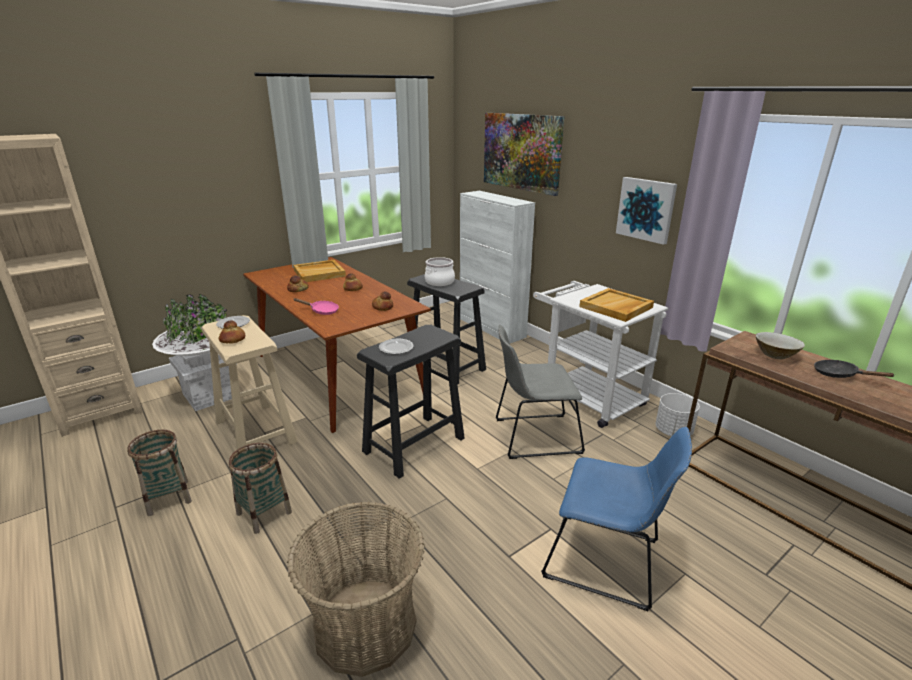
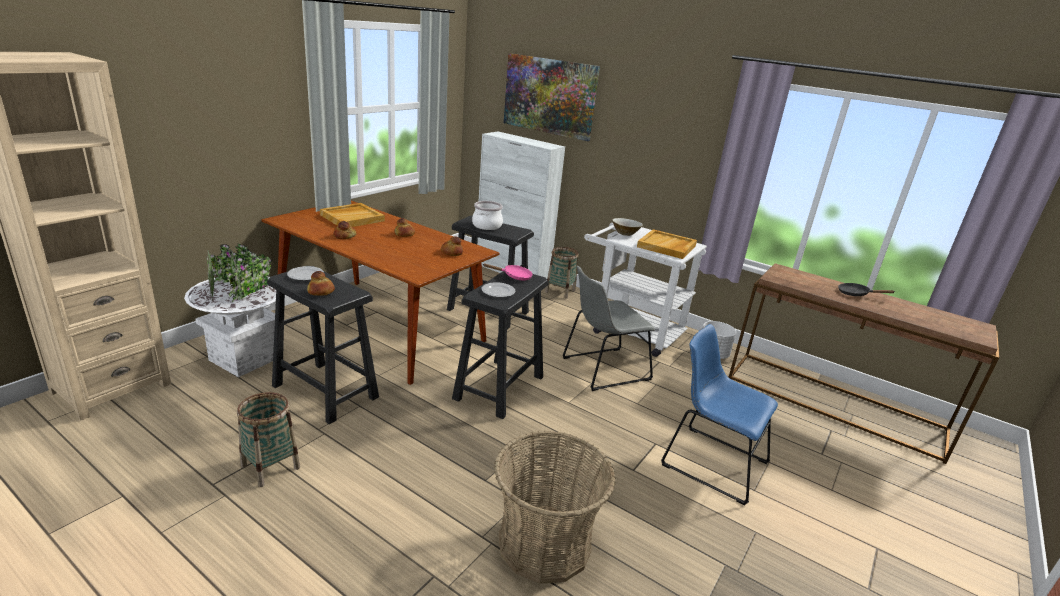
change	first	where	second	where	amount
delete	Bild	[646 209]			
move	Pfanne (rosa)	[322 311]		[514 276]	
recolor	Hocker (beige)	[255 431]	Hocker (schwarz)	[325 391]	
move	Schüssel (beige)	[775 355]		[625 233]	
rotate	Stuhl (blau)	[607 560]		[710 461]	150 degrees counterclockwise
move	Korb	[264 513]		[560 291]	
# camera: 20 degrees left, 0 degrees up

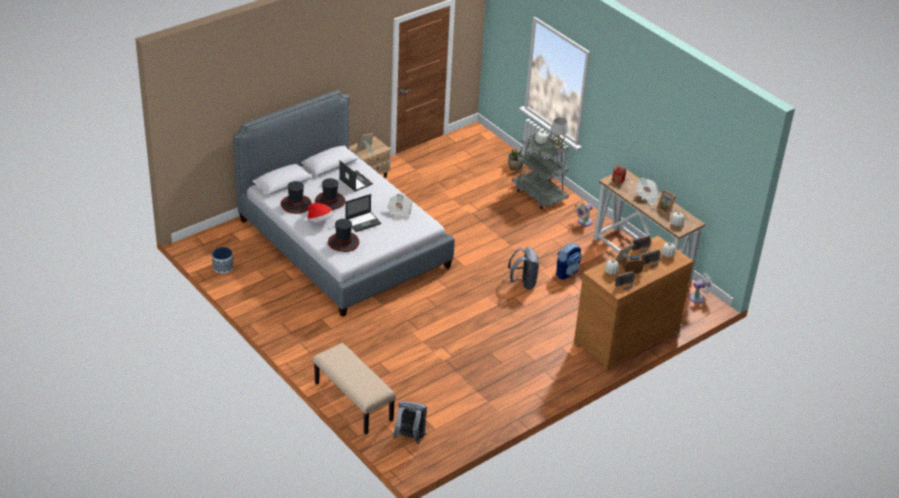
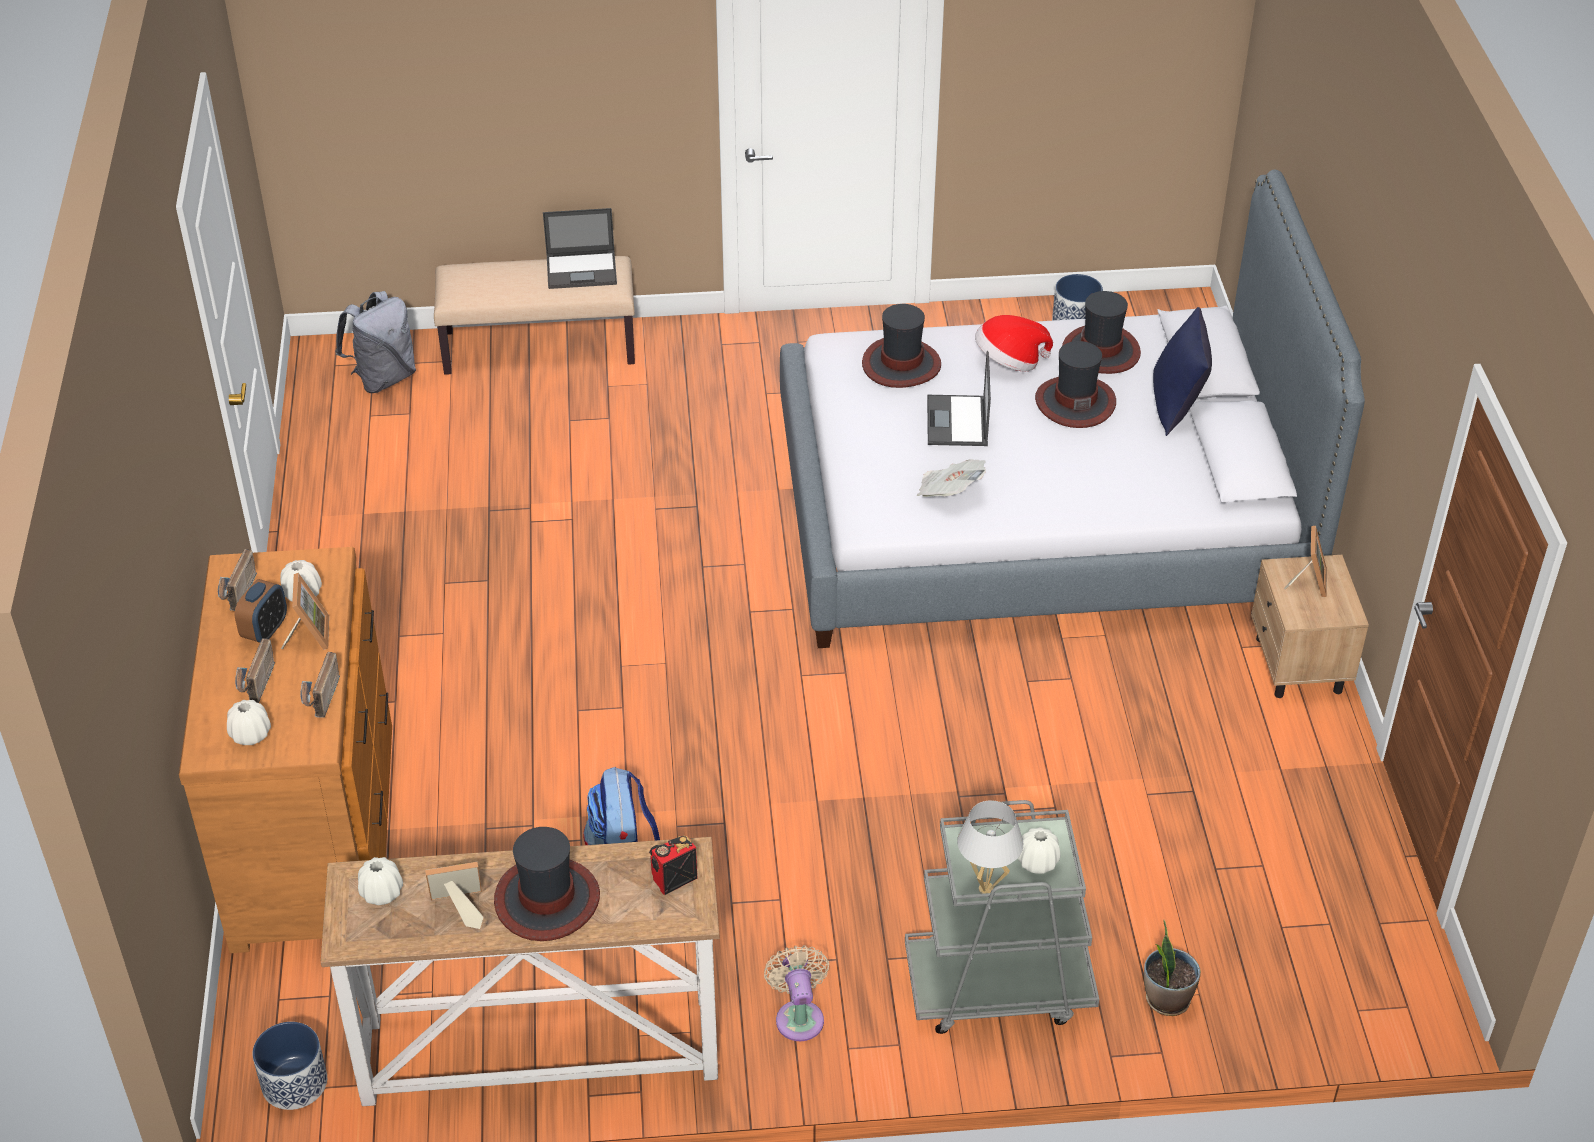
change	first	where	second	where	amount
move	Laptop	[355 181]		[582 270]	
replace	Zeitung	[647 197]	Hut	[547 900]	
delete	Rucksack (grau)	[523 283]			
replace	Ventilator (weiß)	[698 298]	Pflanzkübel	[295 1083]	
insert			Kissen (blau)	[1176 406]	
# camera: 125 degrees right, 5 degrees up

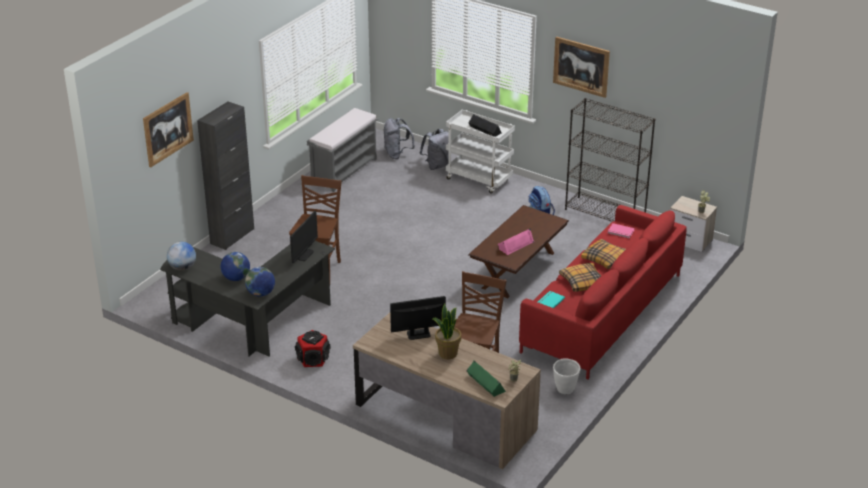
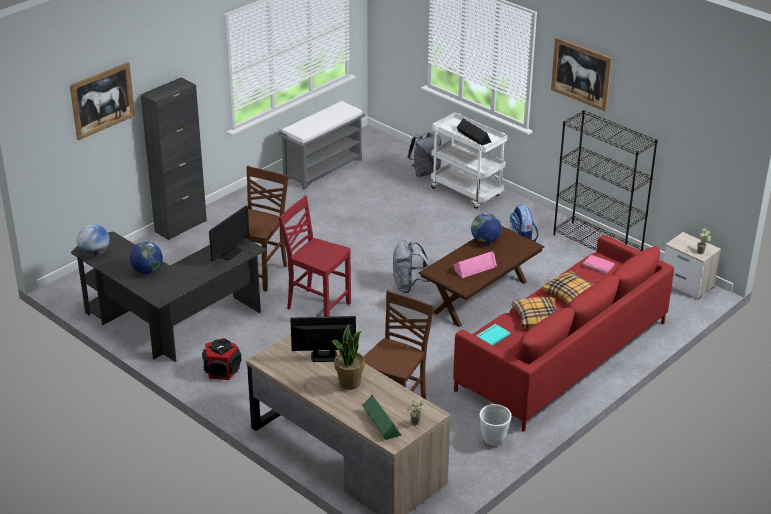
change	first	where	second	where	amount
move	Rucksack (grau)	[397 154]		[409 286]	
move	Globus	[261 293]		[485 241]	
insert			Stuhl (rot)	[317 306]	
# camera: 10 degrees right, 0 degrees up

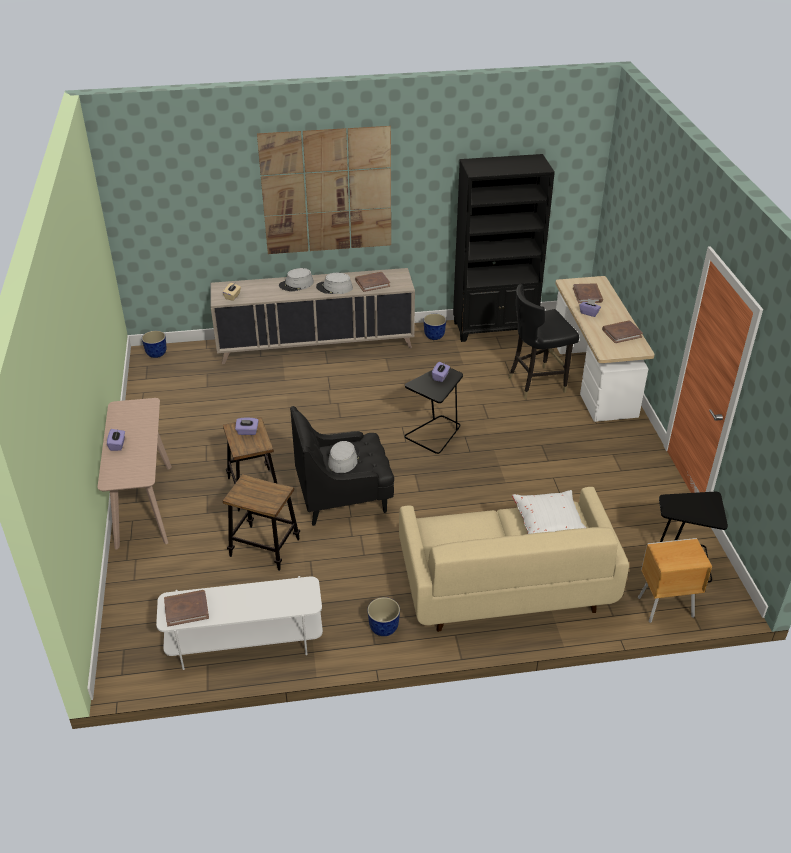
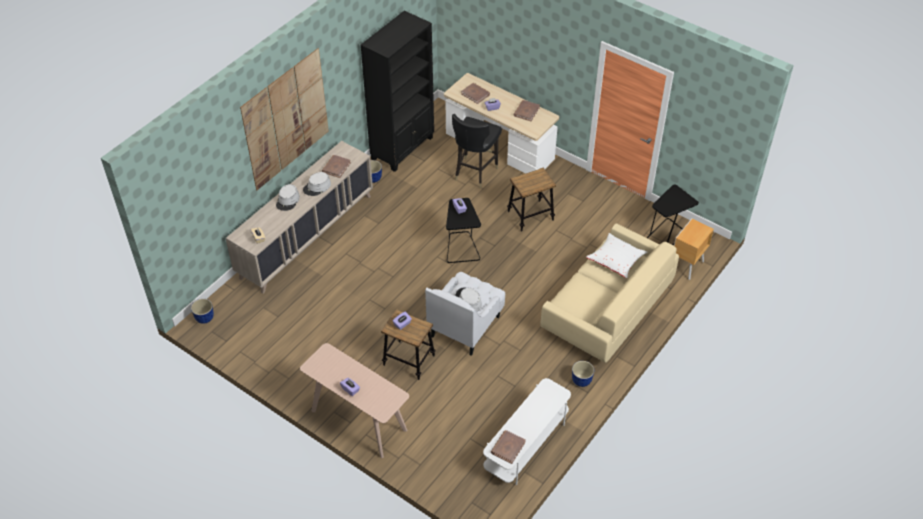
change	first	where	second	where	amount
recolor	Sessel (schwarz)	[344 498]	Sessel (weiß)	[466 326]	
move	Hocker	[264 548]		[530 216]	
# camera: 45 degrees left, 10 degrees up

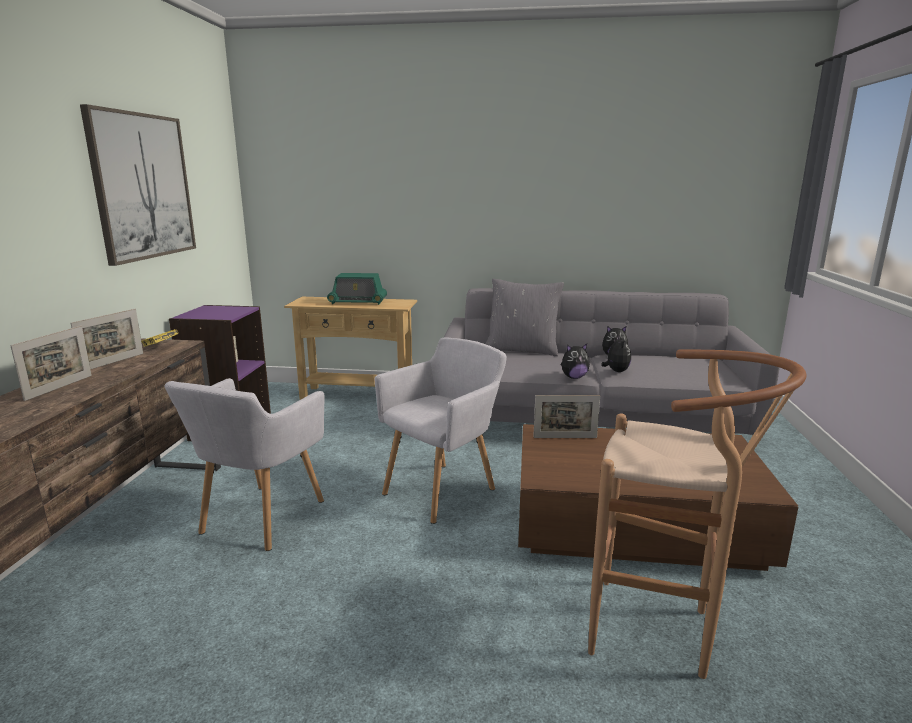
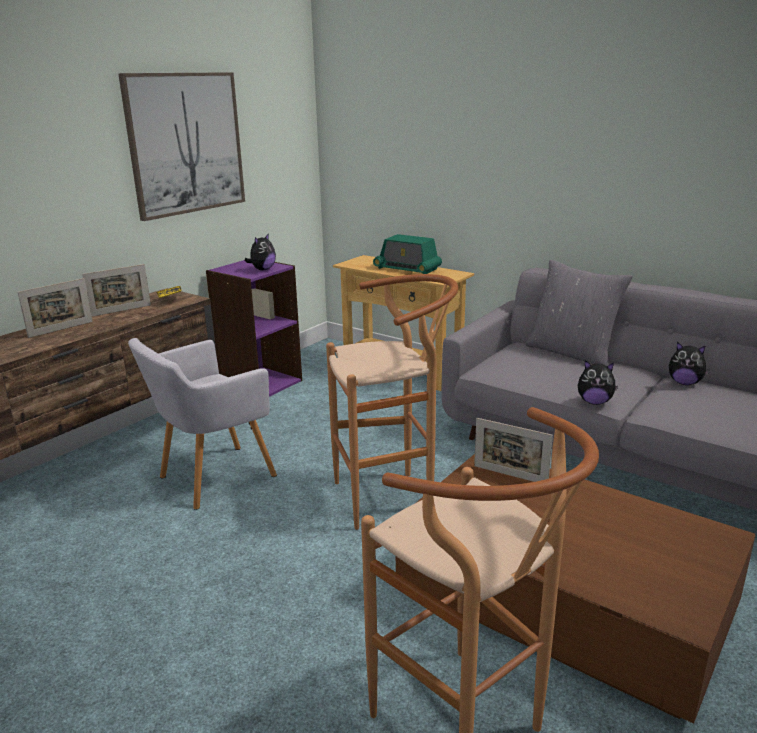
change	first	where	second	where	amount
replace	Sessel (grau)	[443 489]	Hocker (braun)	[393 496]	
move	Plüschtier	[616 371]		[262 269]	
# camera: 30 degrees right, 5 degrees up

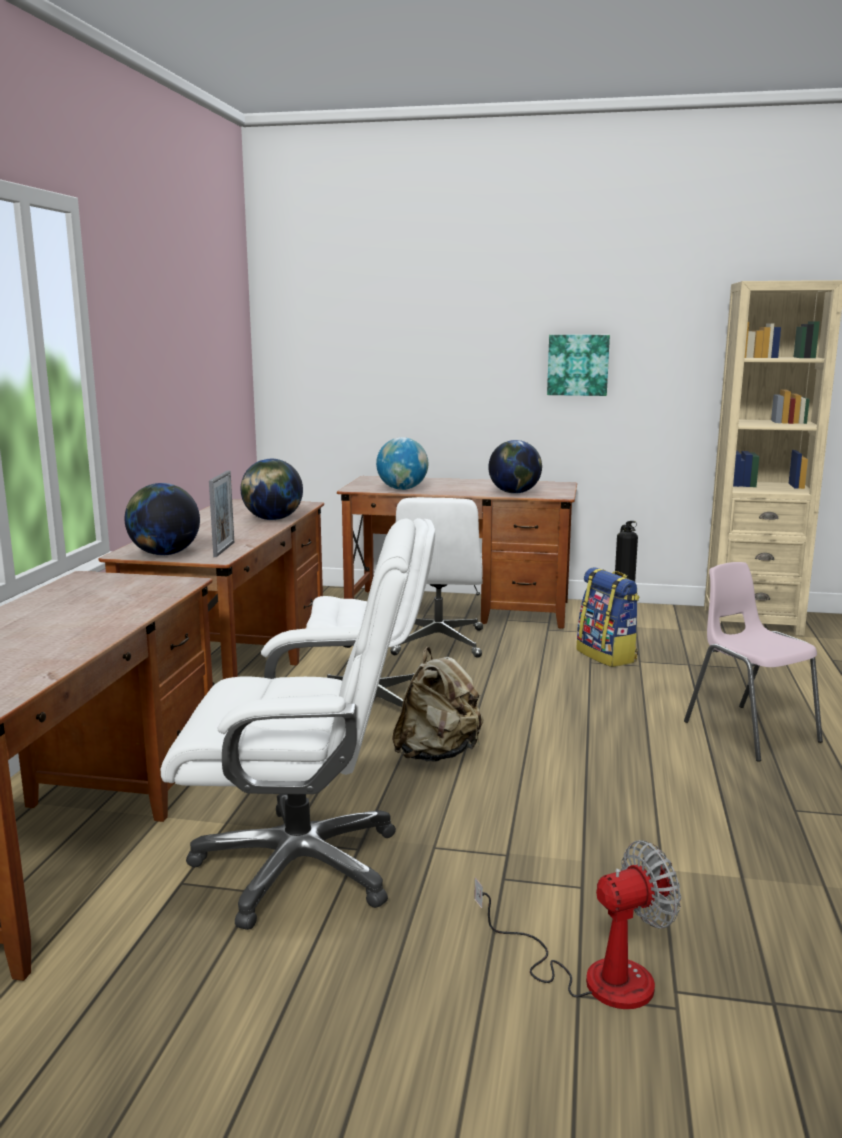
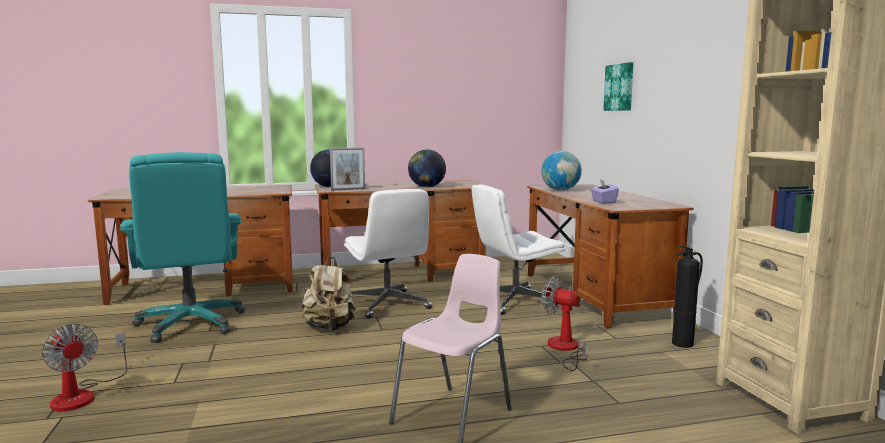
change	first	where	second	where	amount
move	Bild	[578 365]		[620 87]	
replace	Globus	[514 493]	Taschentuchbox (lila)	[603 202]	
recolor	Bürostuhl (weiß)	[301 865]	Bürostuhl (türkis)	[191 324]	
replace	Rucksack	[607 656]	Ventilator	[565 349]	
# camera: 65 degrees right, 5 degrees down

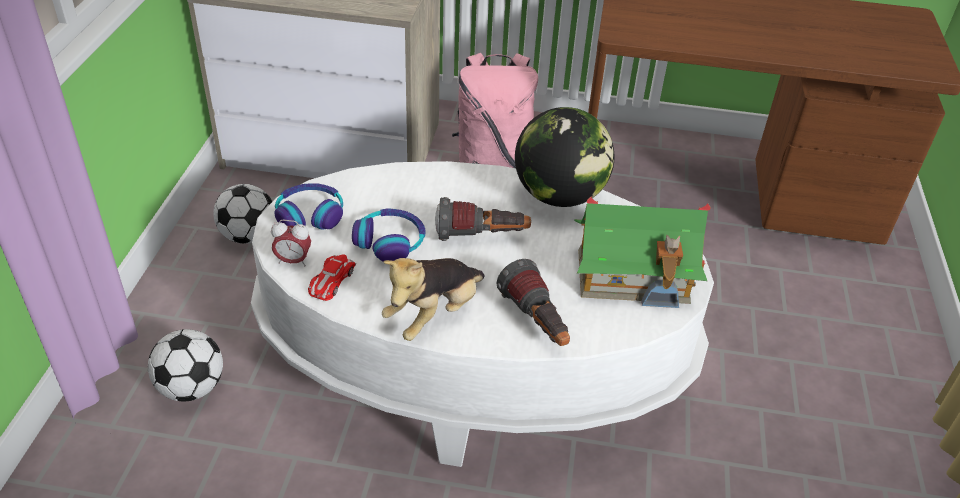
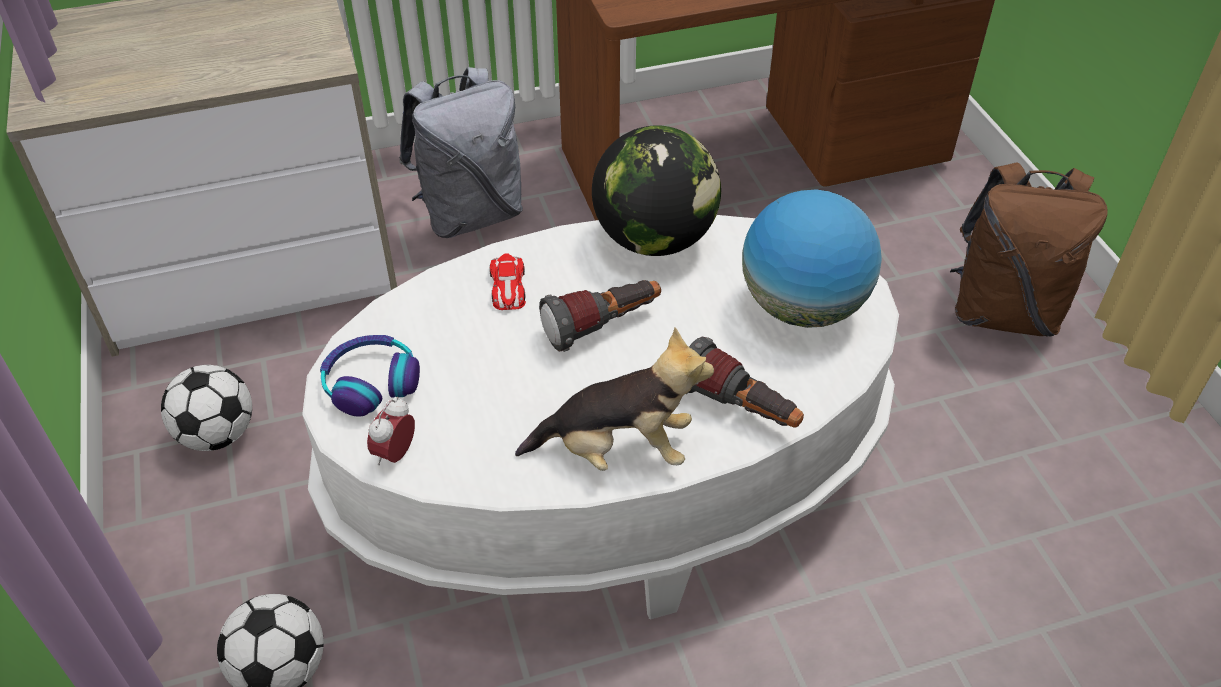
change	first	where	second	where	amount
recolor	Rucksack (rosa)	[493 161]	Rucksack (grau)	[470 214]	
replace	Spielzeughaus	[634 276]	Globus	[802 307]	
delete	Kopfhörer	[390 242]			
rotate	Wecker	[293 261]		[395 454]	135 degrees clockwise
move	Spielzeugauto	[331 281]		[508 287]	
rotate	Plüschtier	[434 315]		[618 450]	105 degrees counterclockwise
insert			Rucksack (braun)	[1003 311]	
# camera: 25 degrees left, 5 degrees up

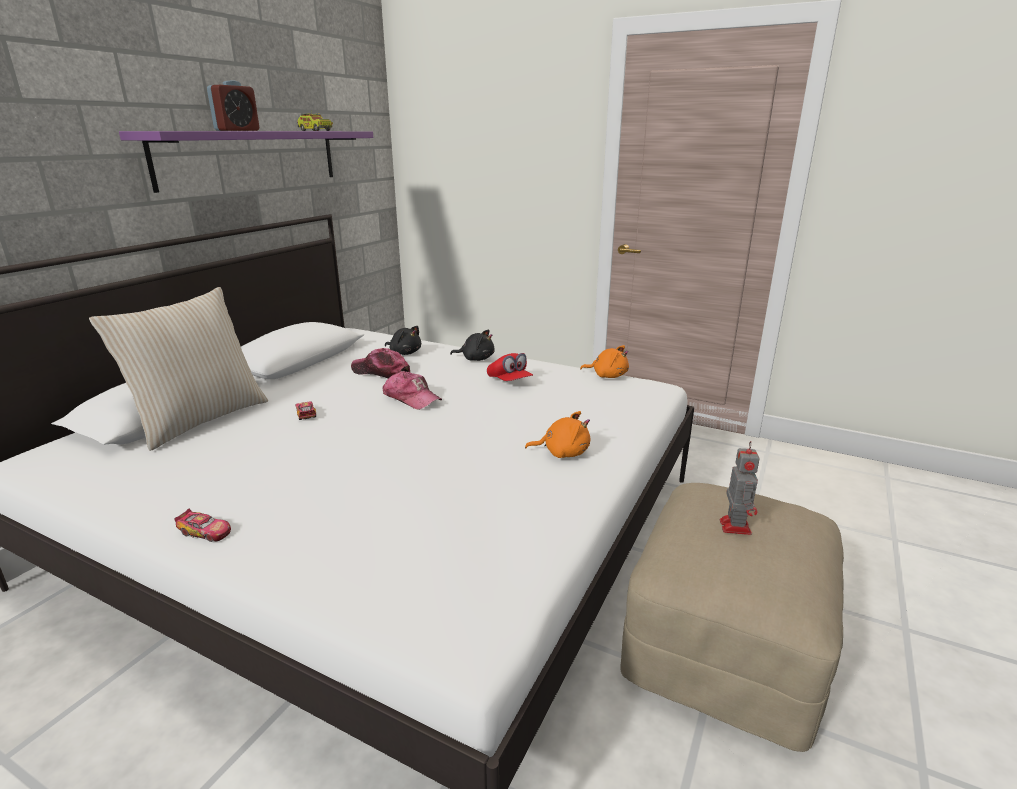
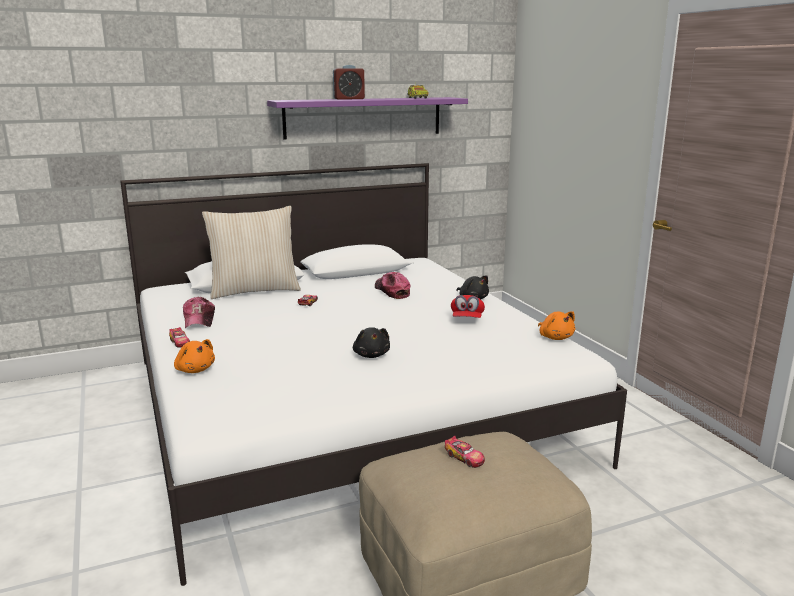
change	first	where	second	where	amount
move	Plüschtier (schwarz)	[404 353]		[371 355]	
move	Kappe	[411 398]		[199 320]	
move	Plüschtier (orange)	[562 452]		[195 370]	
replace	Spielzeugroboter	[734 525]	Spielzeugauto	[465 458]	
# camera: 40 degrees right, 5 degrees down

